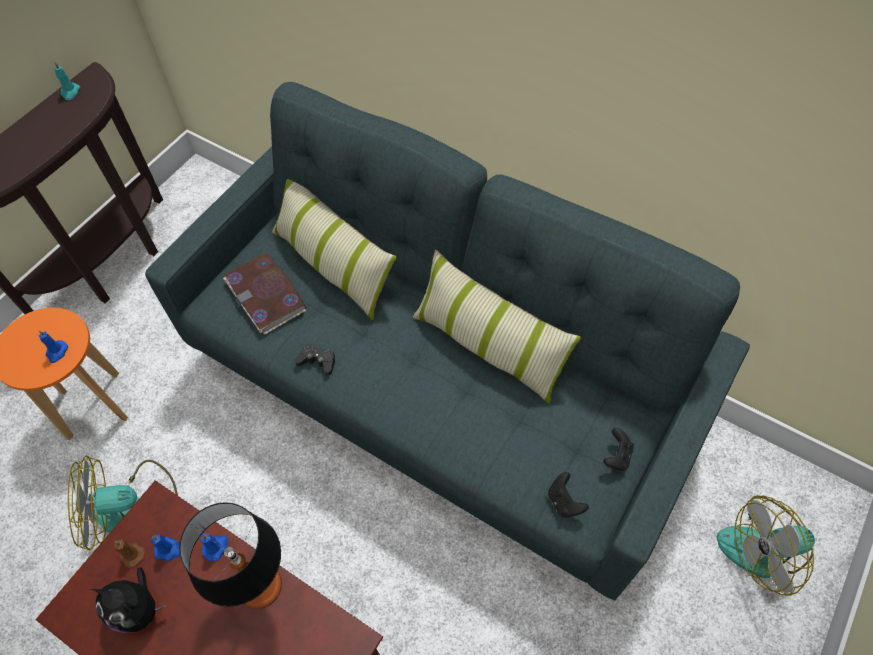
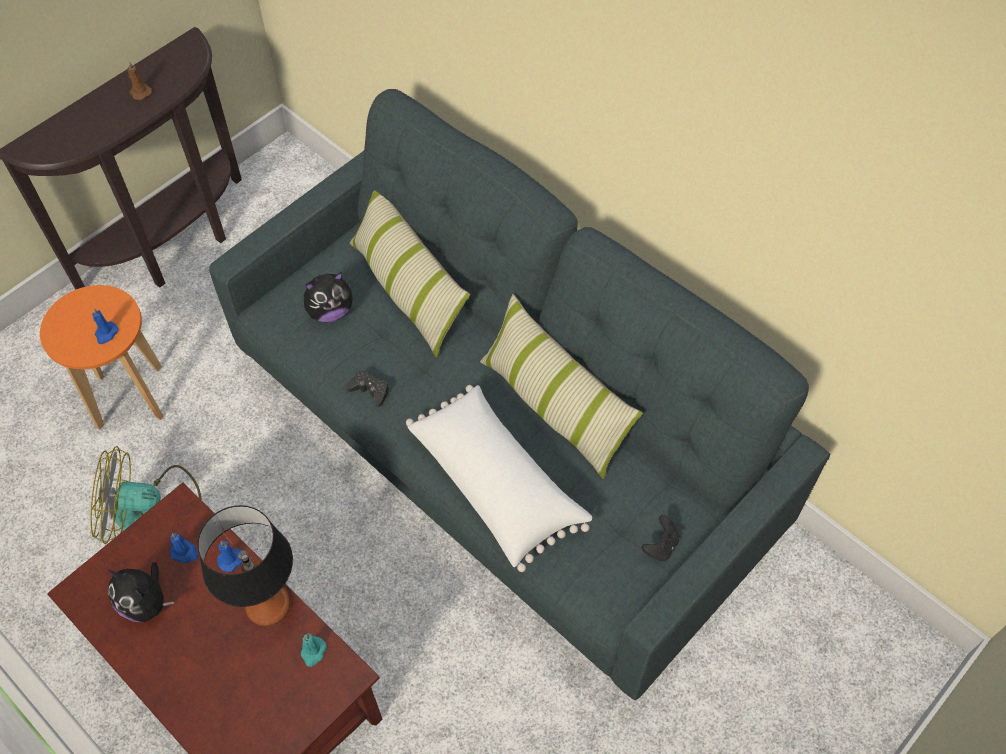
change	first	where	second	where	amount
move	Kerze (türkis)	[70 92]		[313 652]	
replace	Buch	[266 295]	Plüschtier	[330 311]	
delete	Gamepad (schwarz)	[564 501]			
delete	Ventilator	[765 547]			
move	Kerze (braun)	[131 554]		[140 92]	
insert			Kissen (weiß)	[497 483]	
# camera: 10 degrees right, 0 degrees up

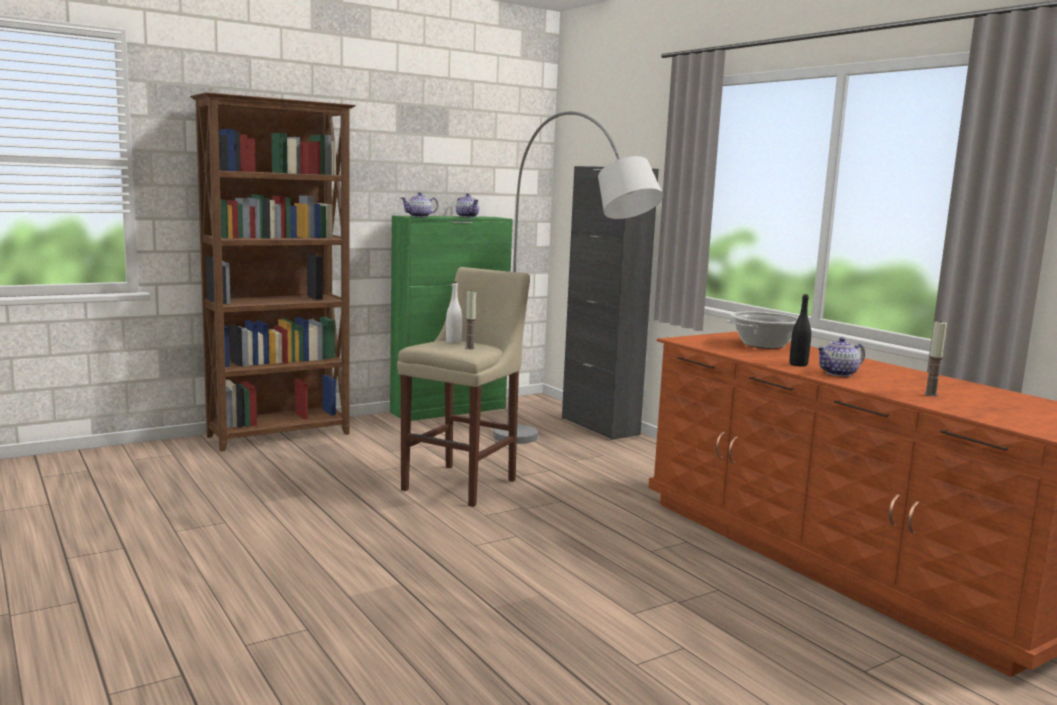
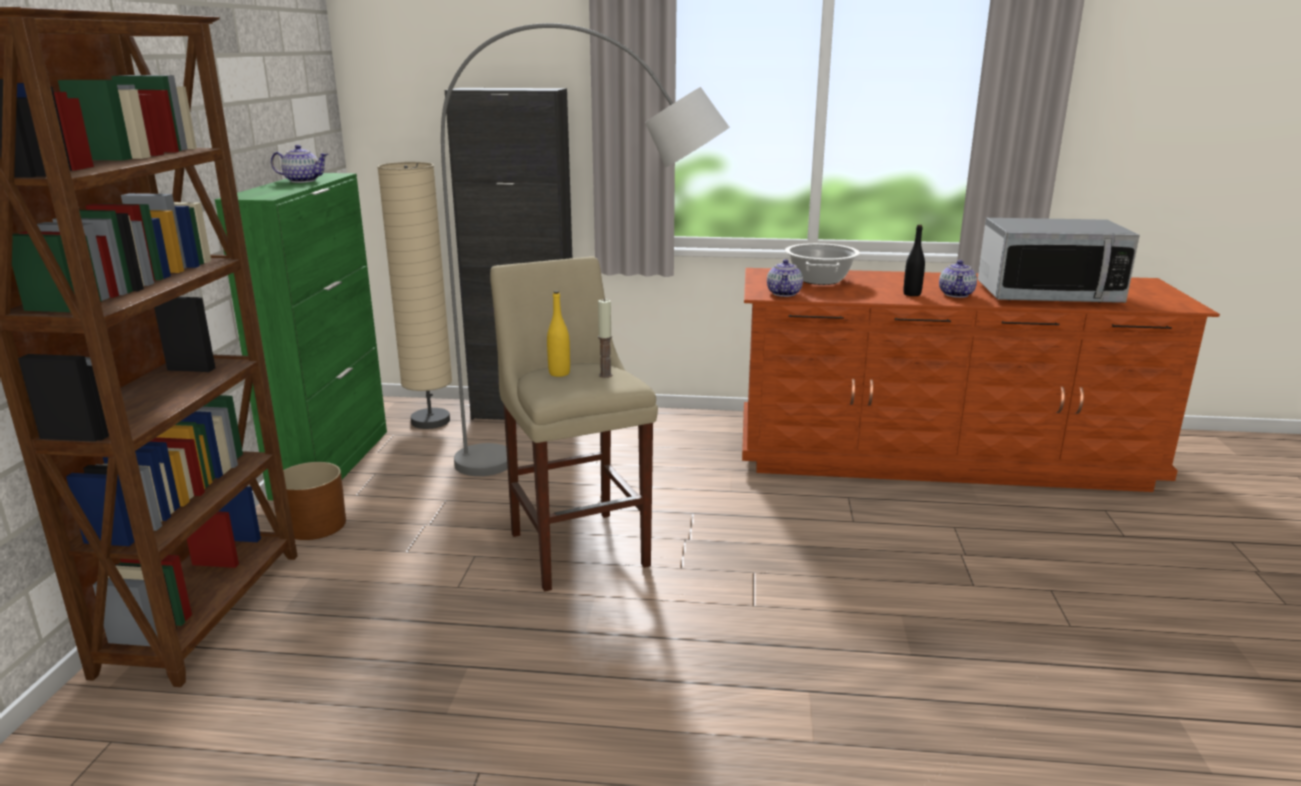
change	first	where	second	where	amount
move	Teekanne	[419 216]		[784 293]	
recolor	Flasche (weiß)	[453 342]	Flasche (gelb)	[559 373]	
replace	Kerze	[930 394]	Mikrowelle	[1047 295]	
insert			Stehlampe (beige)	[430 421]	
insert			Pflanzkübel (braun)	[315 525]	
# camera: 50 degrees left, 10 degrees up

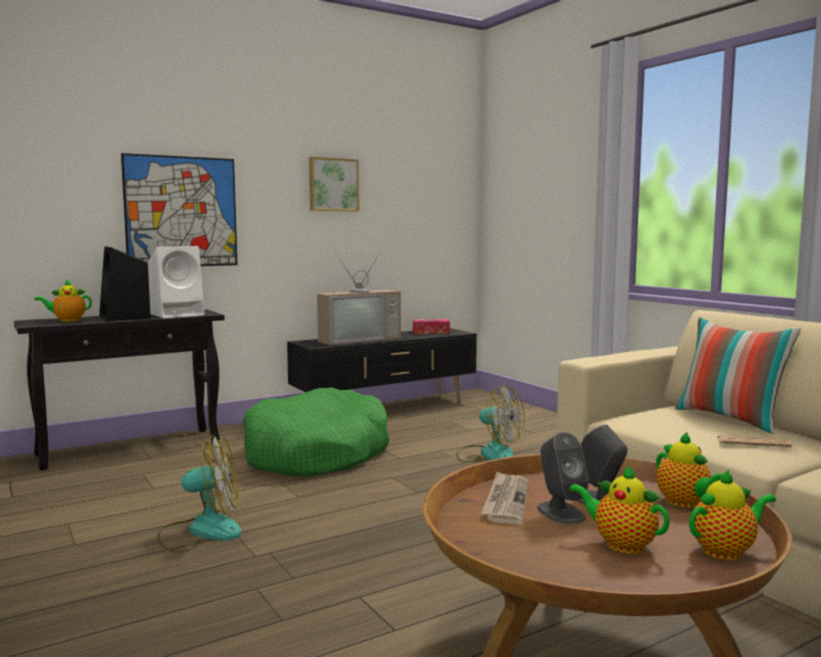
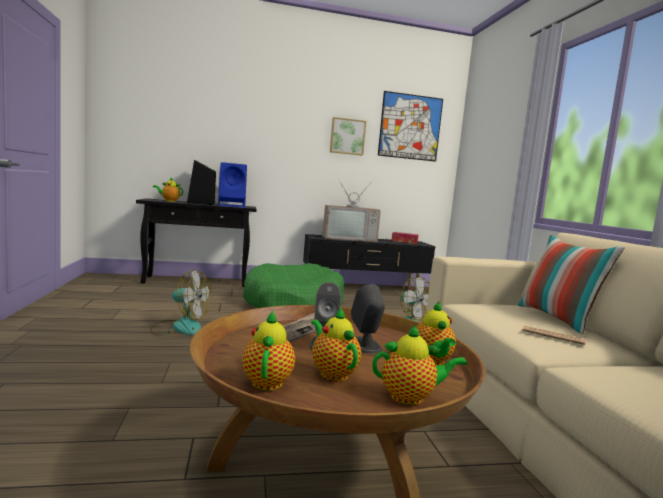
change	first	where	second	where	amount
move	Bild	[181 212]		[410 127]	
recolor	Lautsprecher (weiß)	[178 314]	Lautsprecher (blau)	[232 205]	
insert			Teekanne	[268 381]	
# camera: 20 degrees right, 0 degrees up

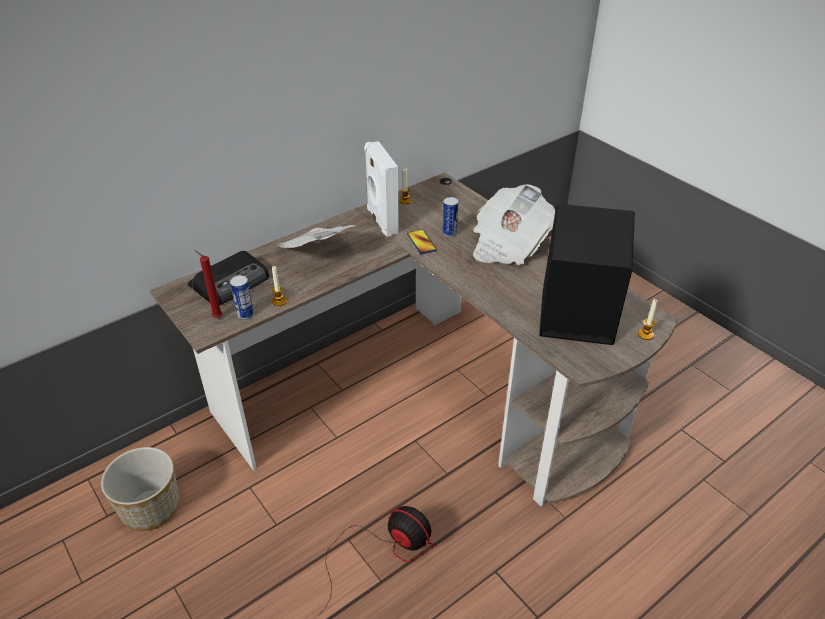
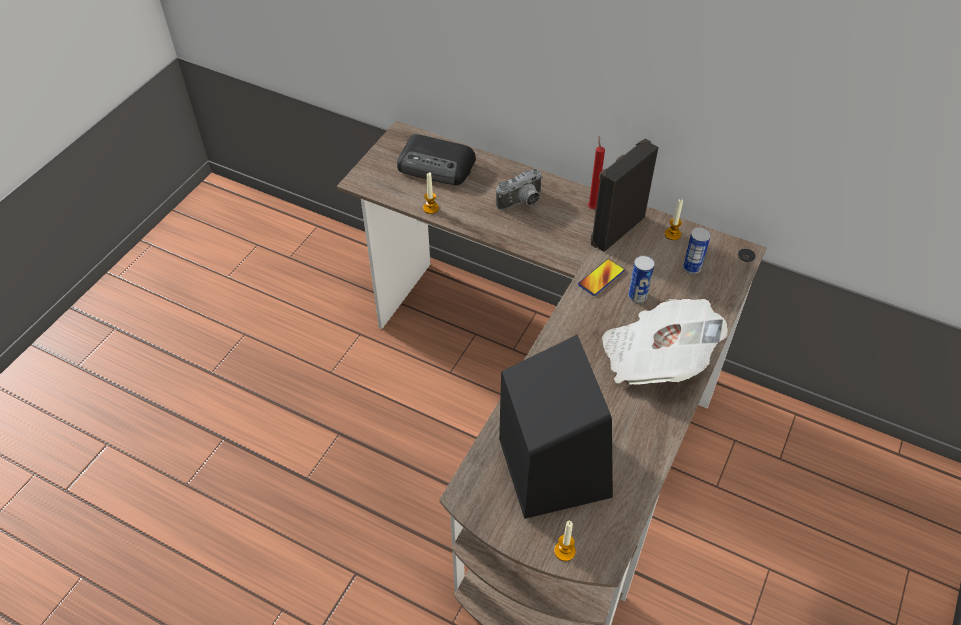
change	first	where	second	where	amount
recolor	Lautsprecher (weiß)	[381 221]	Lautsprecher (schwarz)	[616 229]	
replace	Zeitung	[317 253]	Kamera	[522 203]	
move	Kerze (rot)	[216 317]		[592 207]	
move	Dose	[245 315]		[691 268]	
delete	Pflanzkübel	[150 507]			
delete	Ventilator	[385 550]			
# camera: 65 degrees right, 10 degrees up

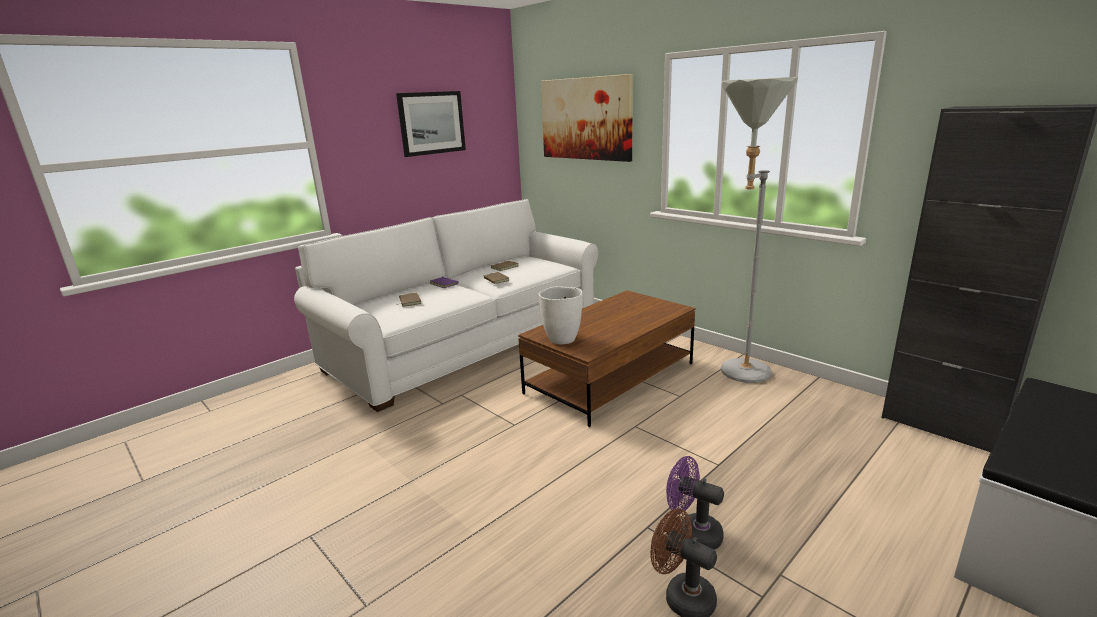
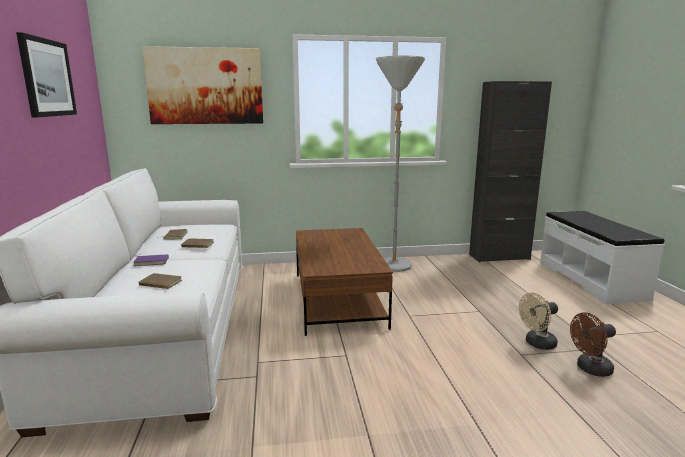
change	first	where	second	where	amount
delete	Vase (weiß)	[562 339]			
recolor	Ventilator (lila)	[692 533]	Ventilator (beige)	[537 344]	
# camera: 55 degrees left, 5 degrees down

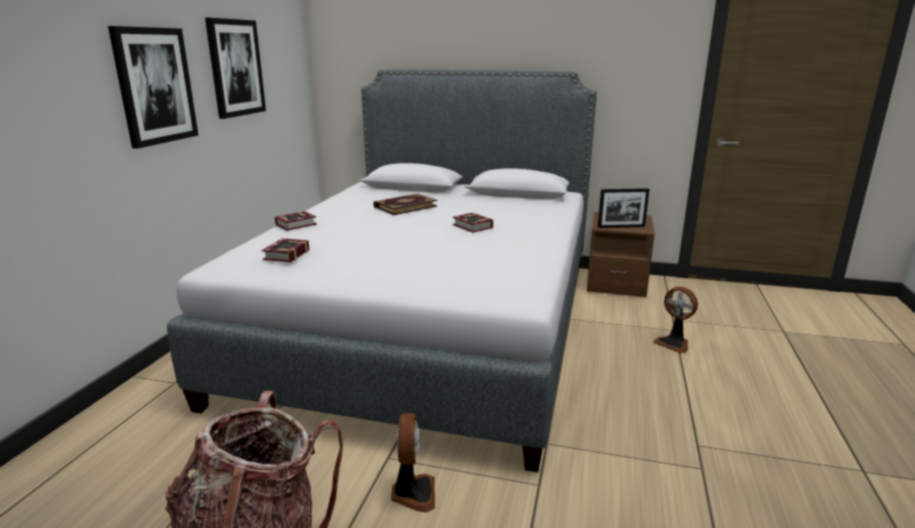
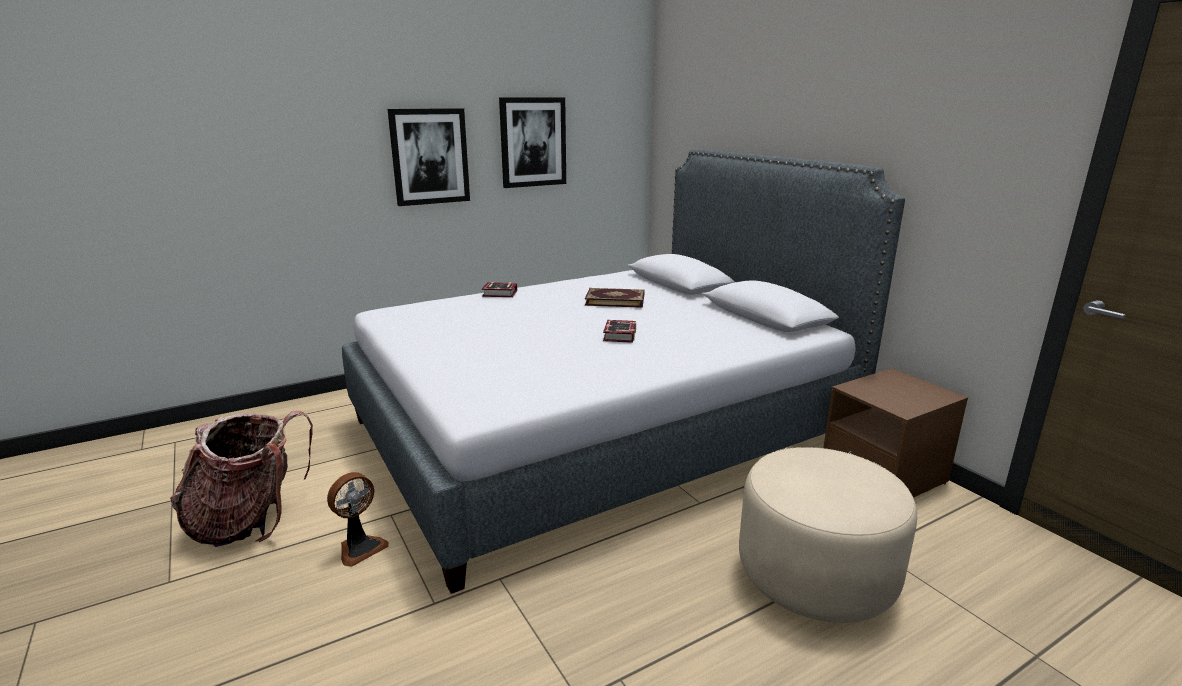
change	first	where	second	where	amount
delete	Bilderrahmen	[621 227]			
delete	Buch	[284 255]			
replace	Ventilator	[674 343]	Polsterhocker (beige)	[816 574]	
# camera: 45 degrees right, 0 degrees up

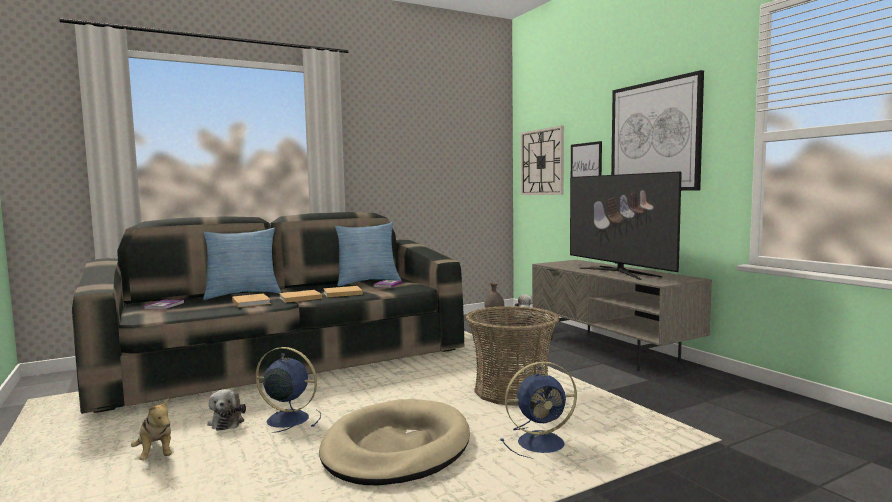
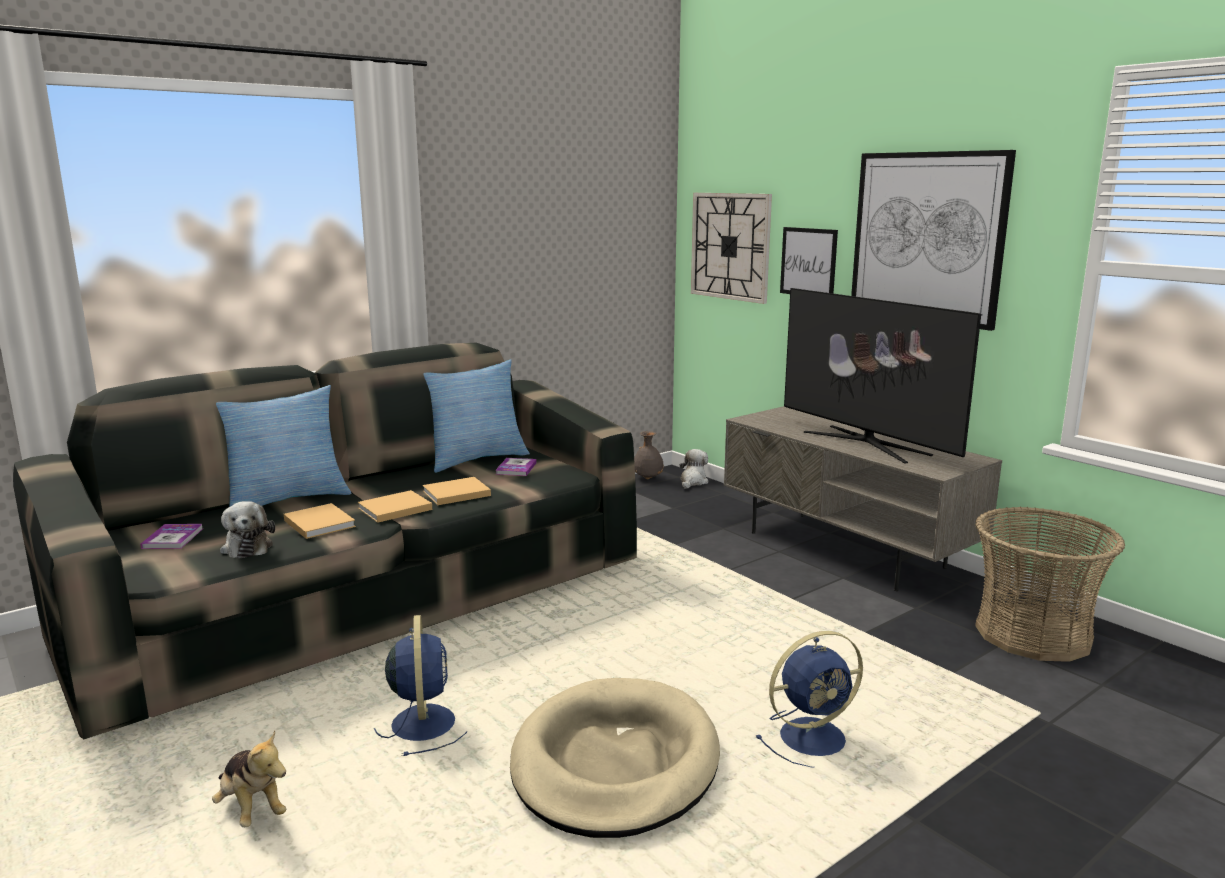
change	first	where	second	where	amount
move	Korb	[512 392]		[1033 634]	
rotate	Ventilator (blau)	[286 420]		[423 722]	75 degrees clockwise
move	Plüschtier	[227 422]		[247 547]	
# camera: 10 degrees left, 10 degrees up

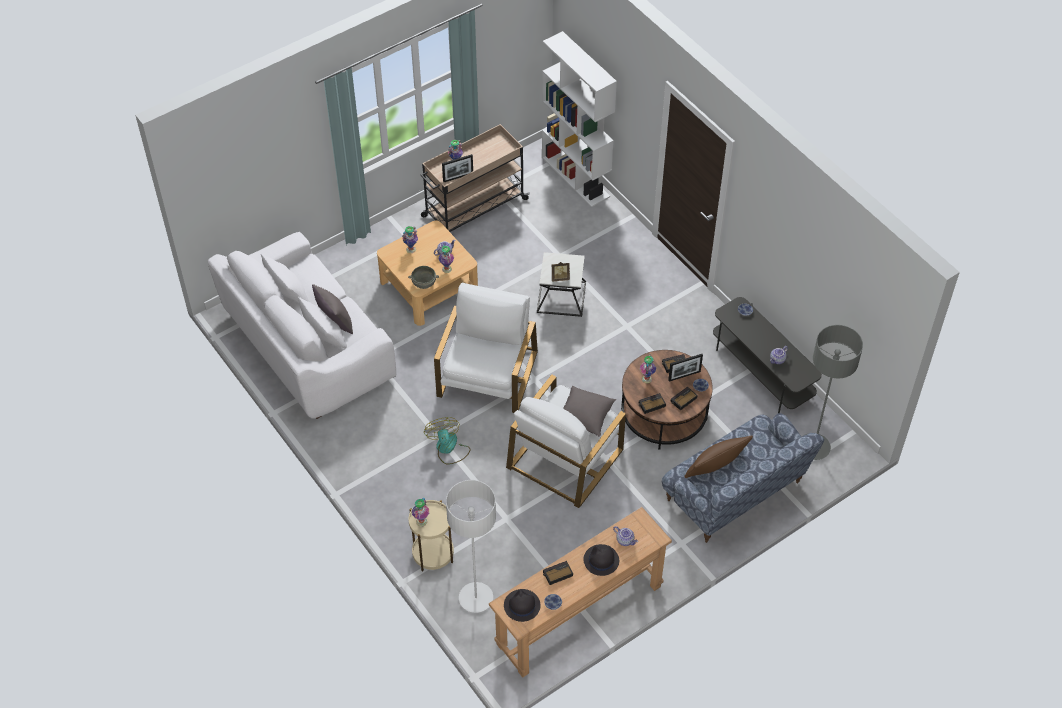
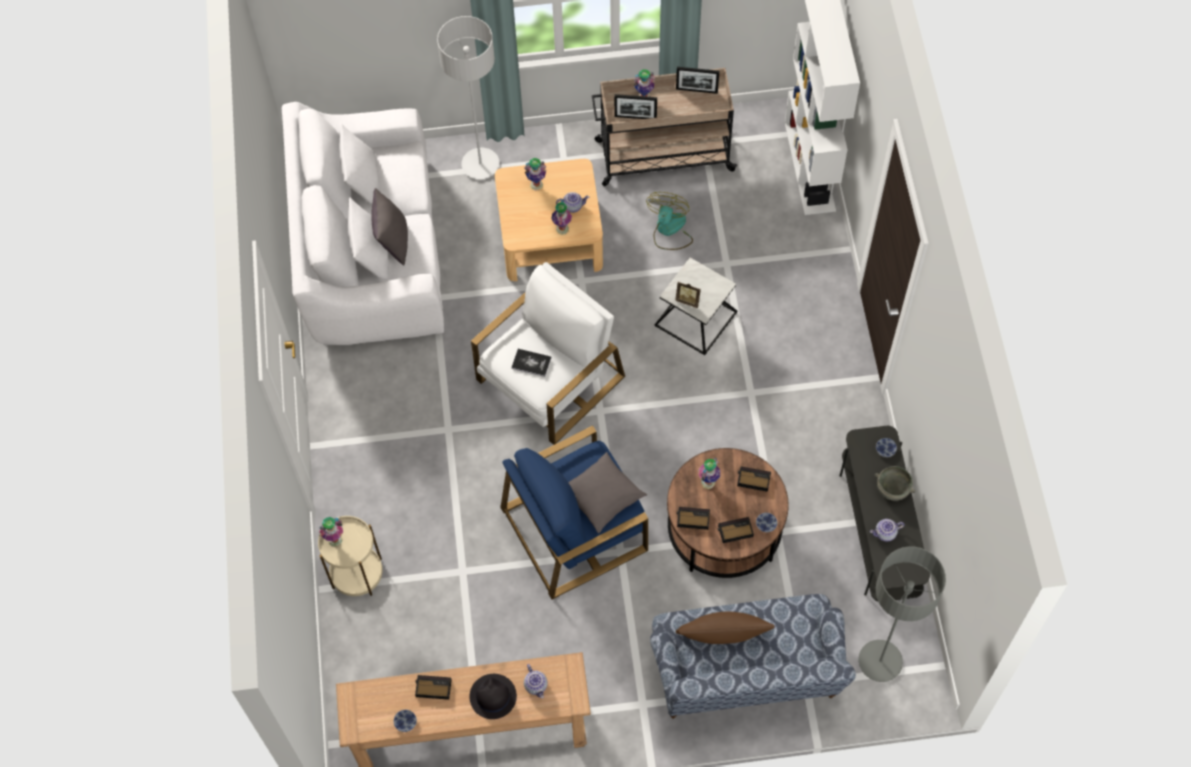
change	first	where	second	where	amount
move	Schüssel (grau)	[424 283]		[892 489]	
move	Bilderrahmen	[684 376]		[696 90]	
recolor	Sessel (weiß)	[565 457]	Sessel (blau)	[575 527]	
move	Ventilator	[448 448]		[669 230]	
move	Stehlampe (grau)	[476 598]		[480 164]	
delete	Hut (schwarz)	[521 605]			
insert			Buch	[531 363]	
# camera: 30 degrees right, 10 degrees up

